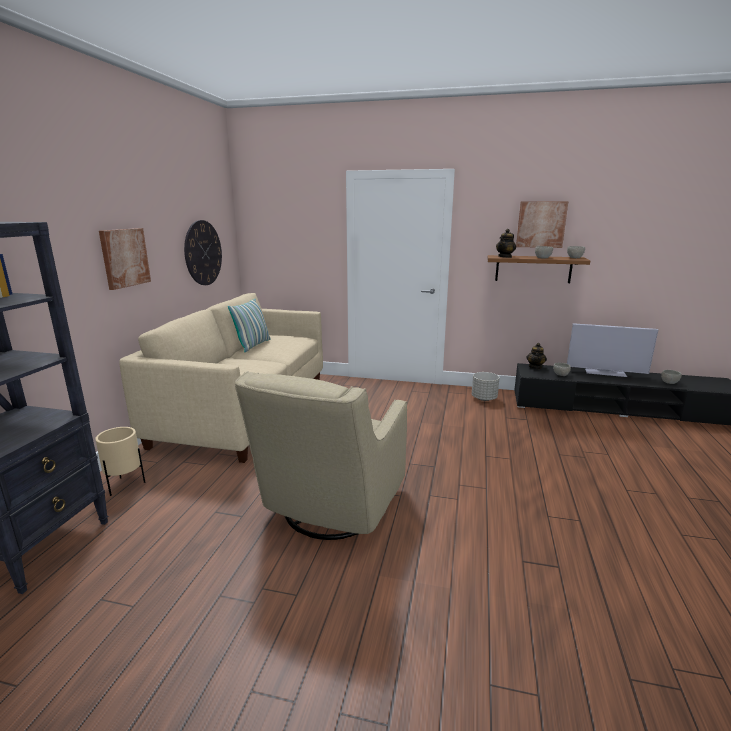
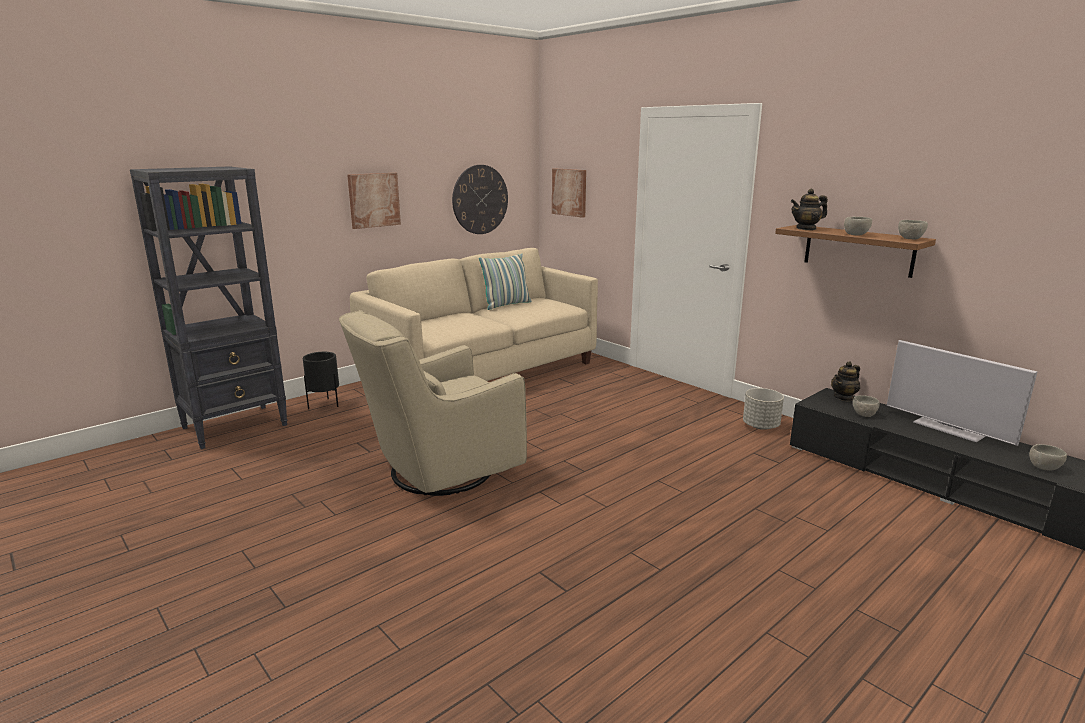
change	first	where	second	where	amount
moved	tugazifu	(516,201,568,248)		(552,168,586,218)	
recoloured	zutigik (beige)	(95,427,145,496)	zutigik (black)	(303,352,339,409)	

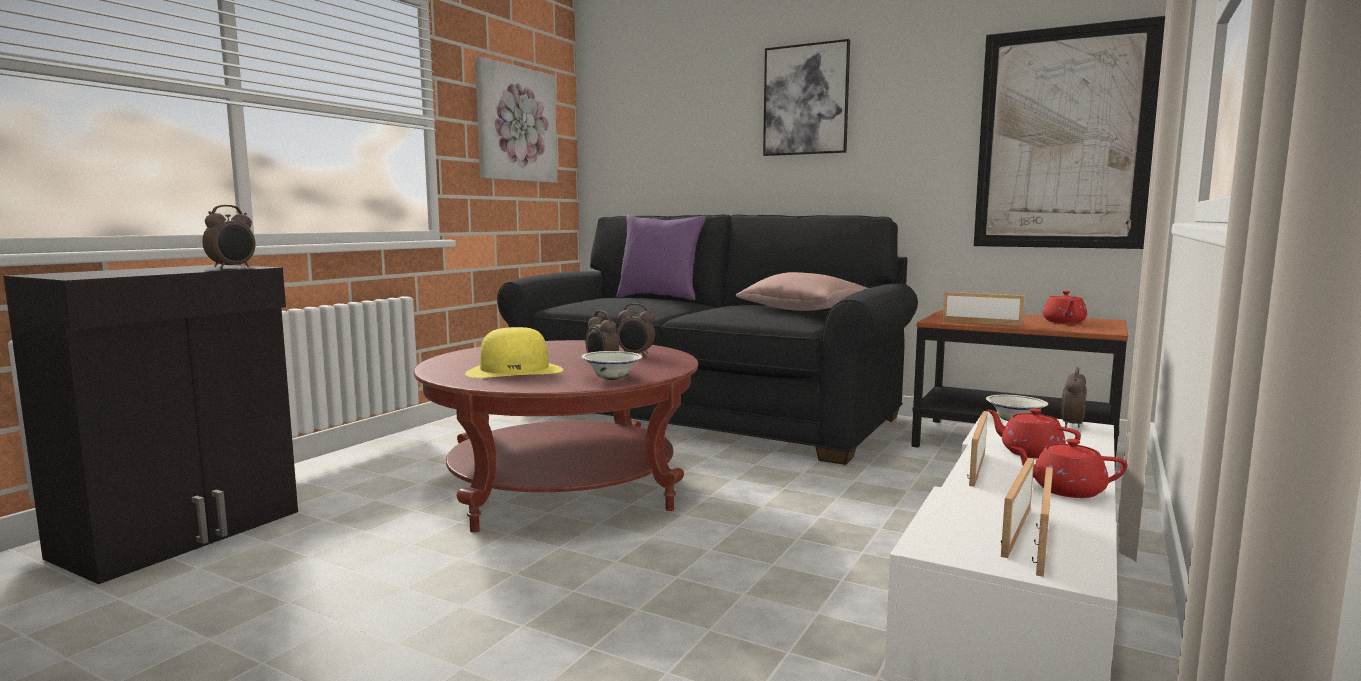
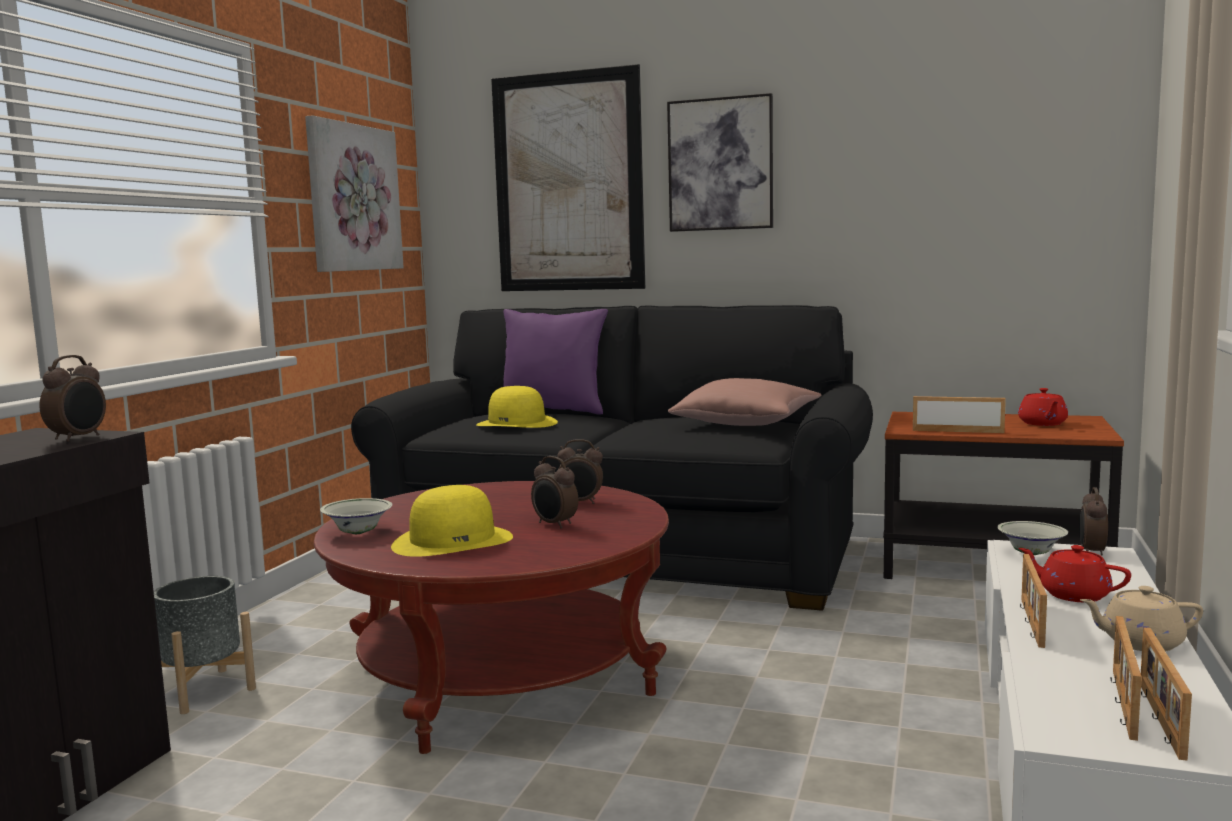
change	first	where	second	where	amount
added			zutigik (grey)	(154,576,256,714)	
added			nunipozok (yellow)	(476,386,558,428)	
moved	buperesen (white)	(581,351,642,380)		(320,498,392,534)	
moved	tugazifu	(974,16,1165,249)		(491,64,645,291)	
recoloured	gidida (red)	(1011,439,1128,498)	gidida (beige)	(1080,586,1203,652)	

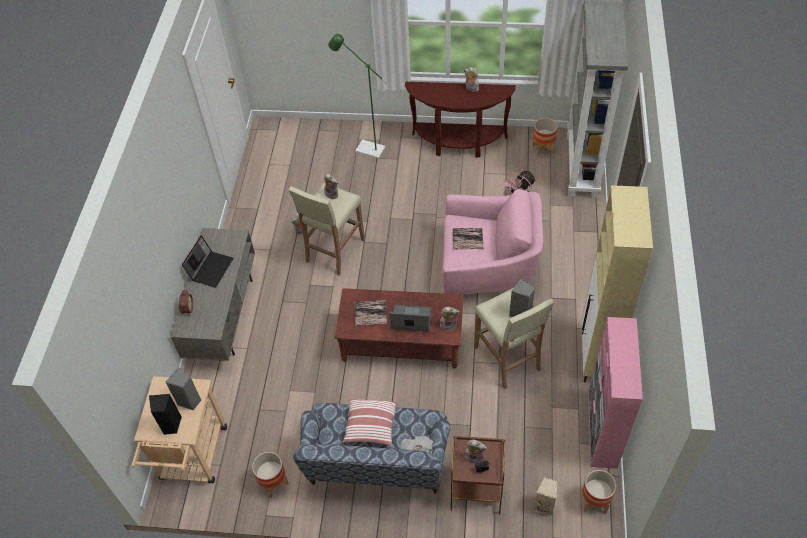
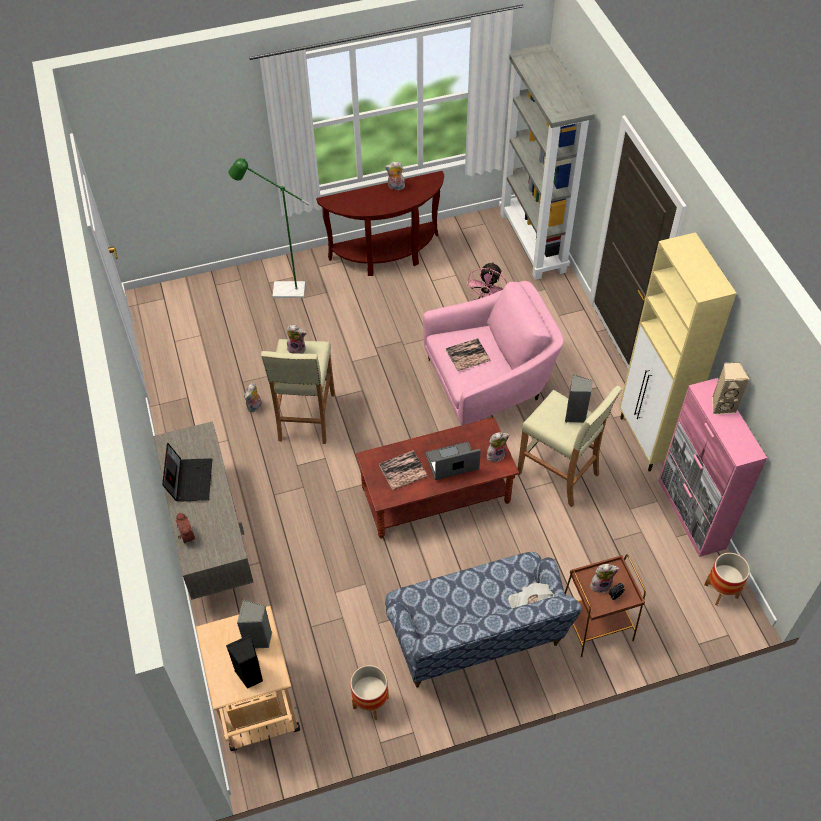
change	first	where	second	where	amount
removed	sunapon	(343,399,398,447)			
removed	zutigik	(533,118,558,157)			
moved	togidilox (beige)	(533,477,557,516)		(712,362,749,415)	

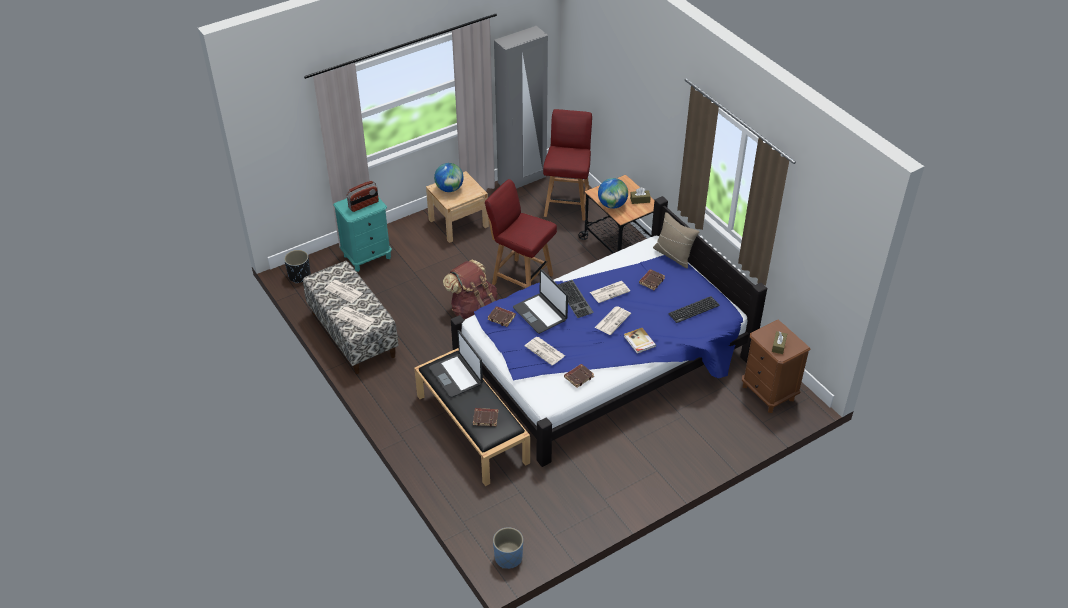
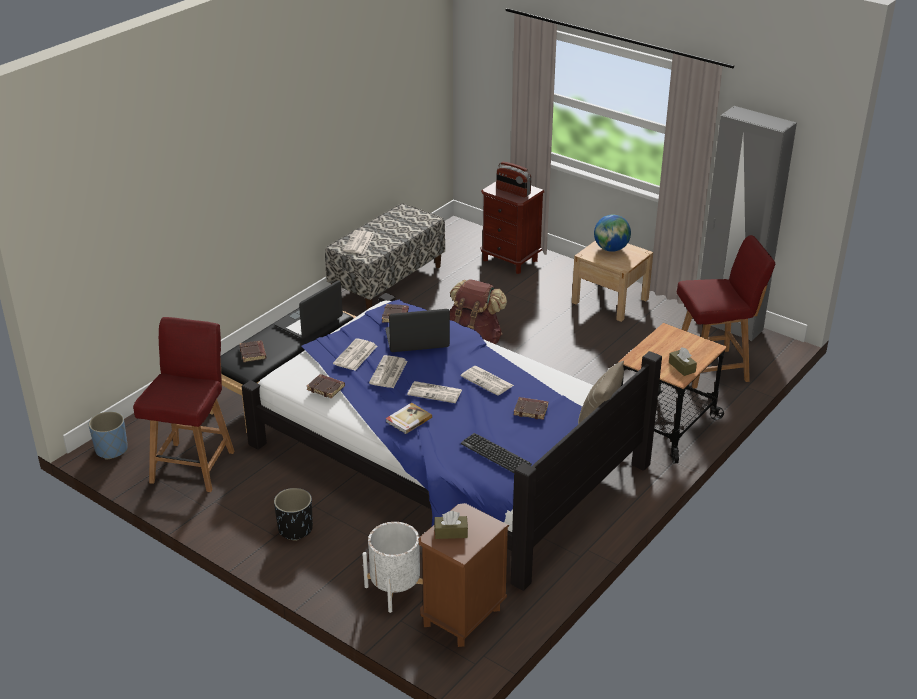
change	first	where	second	where	amount
removed	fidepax	(558,280,594,318)			
removed	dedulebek	(598,178,628,209)			
added			zutigik (white)	(363,522,423,613)	
moved	zutigik (black)	(284,250,311,283)		(274,488,313,541)	
moved	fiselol	(324,280,363,303)		(369,355,407,388)	
moved	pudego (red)	(485,179,557,288)		(133,317,235,492)	
recoloured	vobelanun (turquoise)	(333,197,392,272)	vobelanun (brown)	(481,182,545,274)	
turned	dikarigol	(513,269,568,334)		(385,309,450,352)	45 degrees clockwise

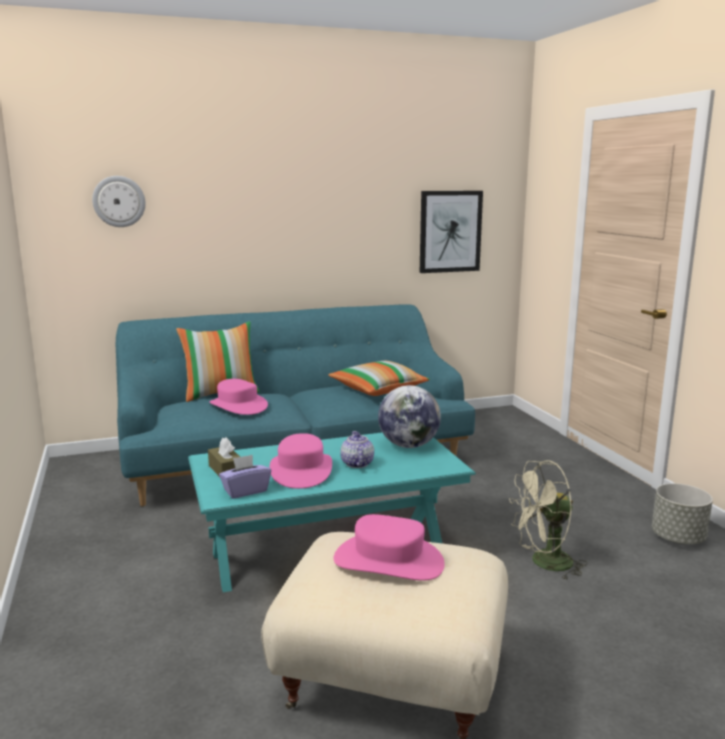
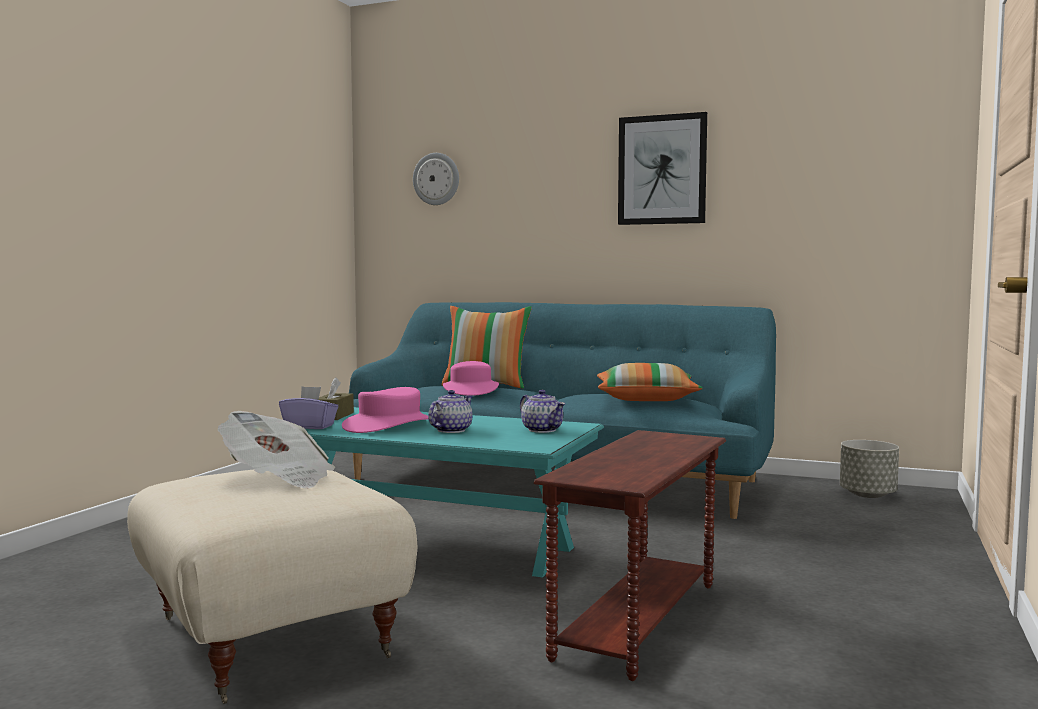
change	first	where	second	where	amount
moved	tugazifu	(420,191,483,273)		(618,112,707,225)	
moved	zutigik (grey)	(652,483,713,544)		(840,440,899,498)	
replaced	nunipozok (pink)	(334,514,445,581)	fiselol	(218,411,335,489)	
replaced	dedulebek	(378,385,441,448)	gidida	(520,390,565,433)	
replaced	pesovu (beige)	(509,460,587,581)	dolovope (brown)	(534,430,726,681)	

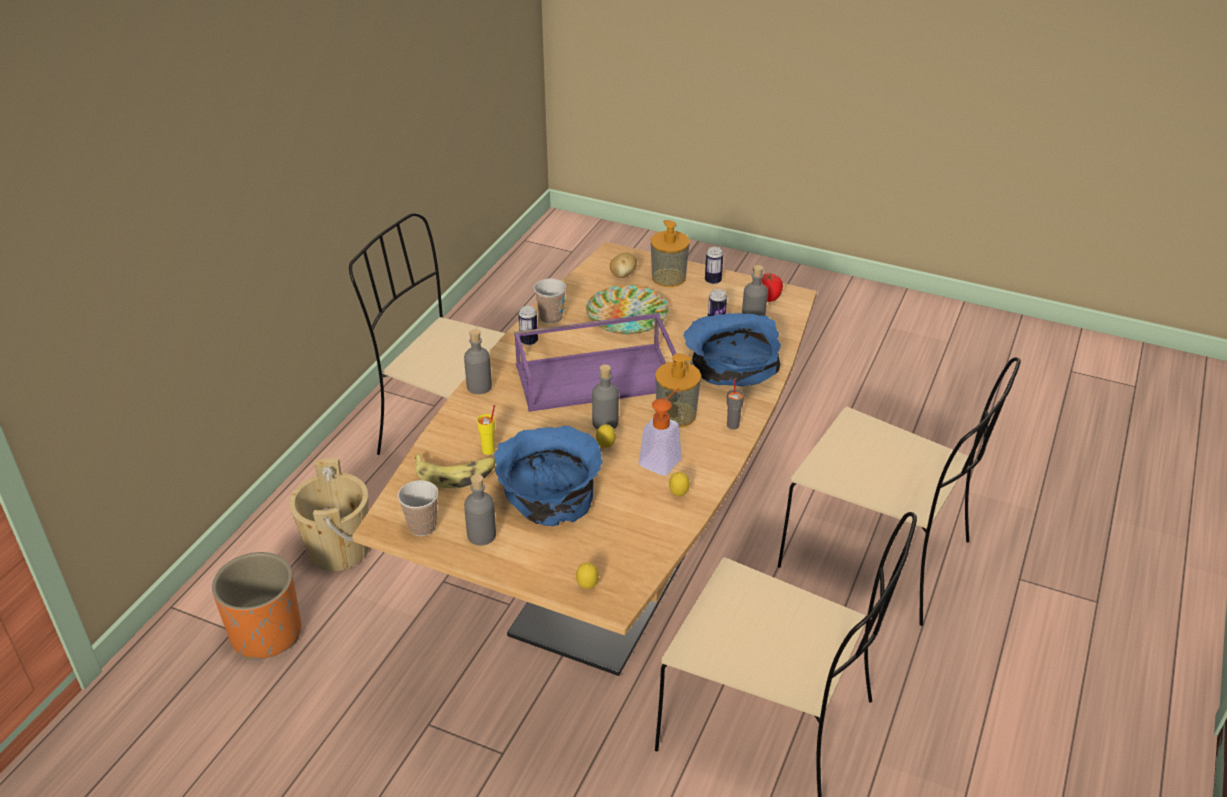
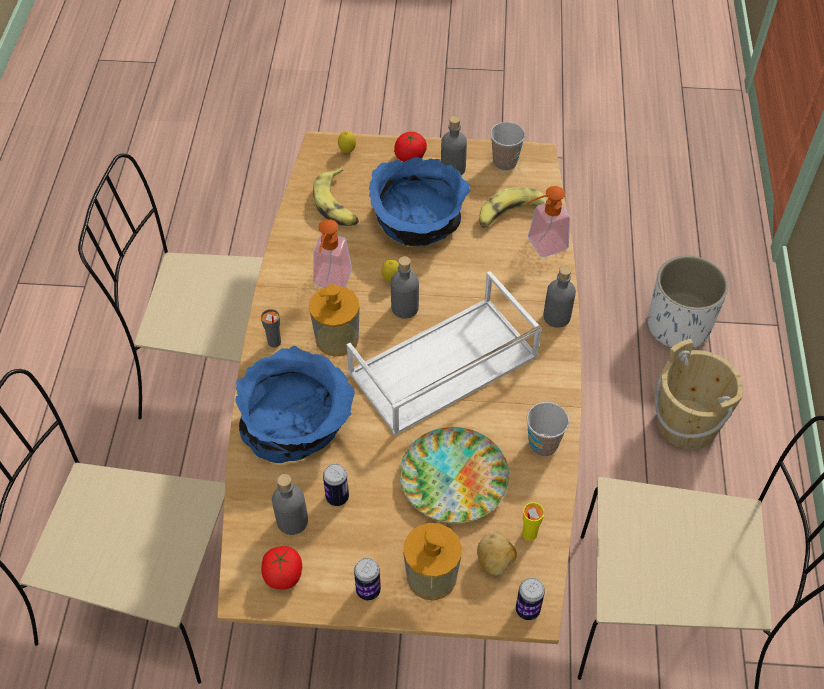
change	first	where	second	where	amount
removed	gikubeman	(669,472,690,496)			
added			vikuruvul	(313,168,359,226)	
added			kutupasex	(394,132,427,162)	
added			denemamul	(526,186,570,257)	
moved	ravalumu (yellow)	(477,405,495,455)		(522,502,544,541)	
moved	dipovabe	(518,306,538,346)		(516,578,545,620)	
recoloured	zutigik (orange)	(212,552,301,660)	zutigik (white)	(648,255,728,349)	
recoloured	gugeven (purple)	(514,313,676,412)	gugeven (white)	(347,271,542,436)	

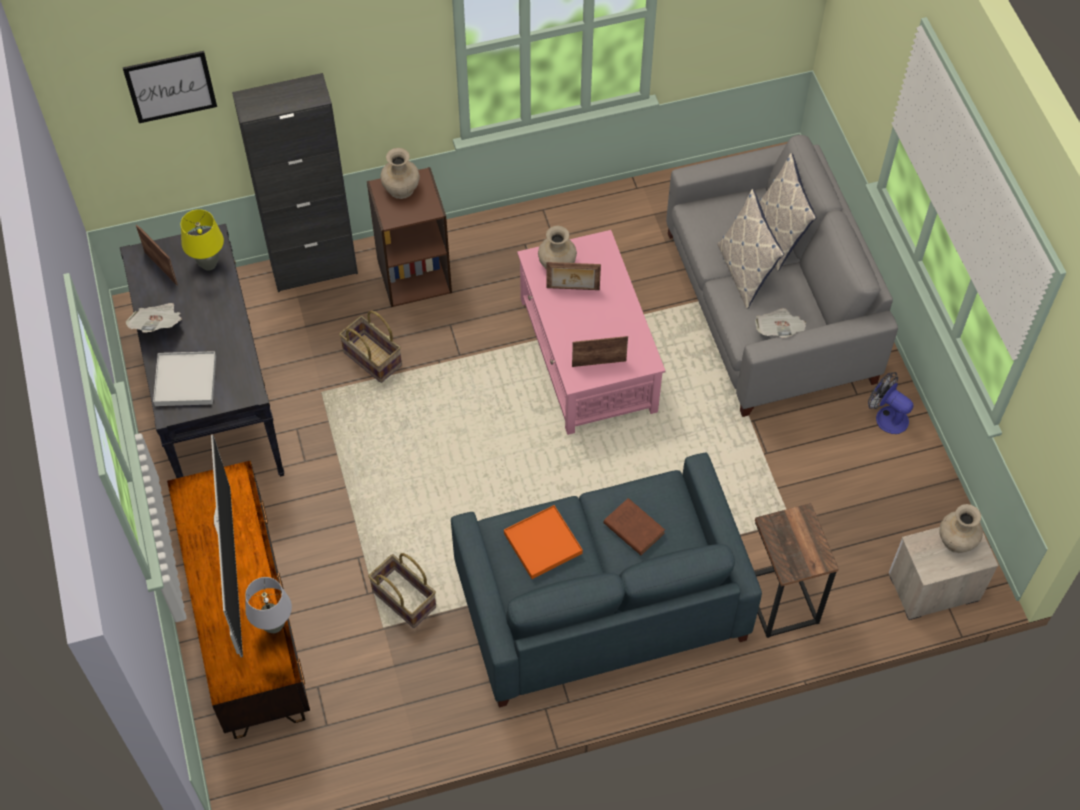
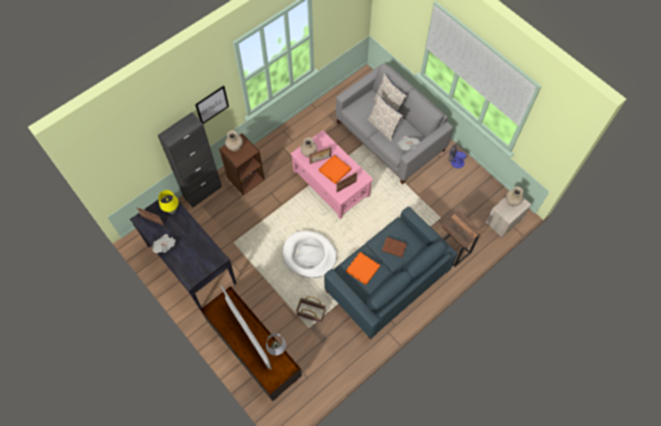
change	first	where	second	where	amount
removed	gugeven (white)	(153,351,216,406)			
removed	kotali	(339,310,402,383)			
added			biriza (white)	(282,230,337,278)	
added			gugeven (orange)	(319,155,351,184)	
moved	tugazifu	(123,51,217,123)		(195,85,229,124)	

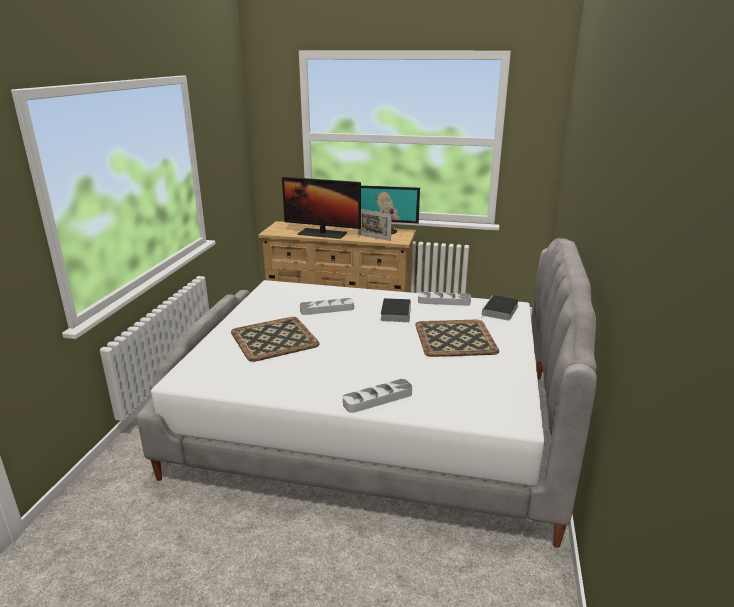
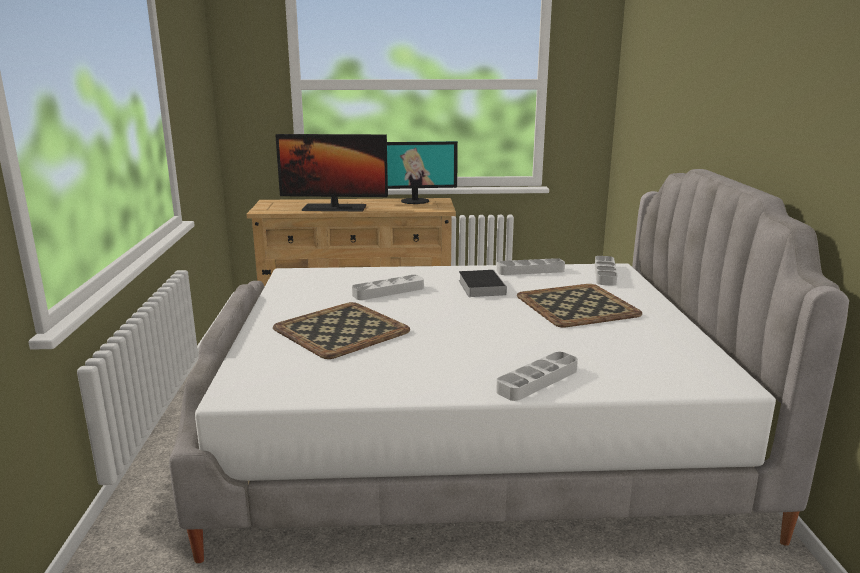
change	first	where	second	where	amount
removed	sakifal	(358,209,392,241)			
replaced	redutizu	(481,295,519,321)	gugeven (grey)	(595,256,617,286)	

